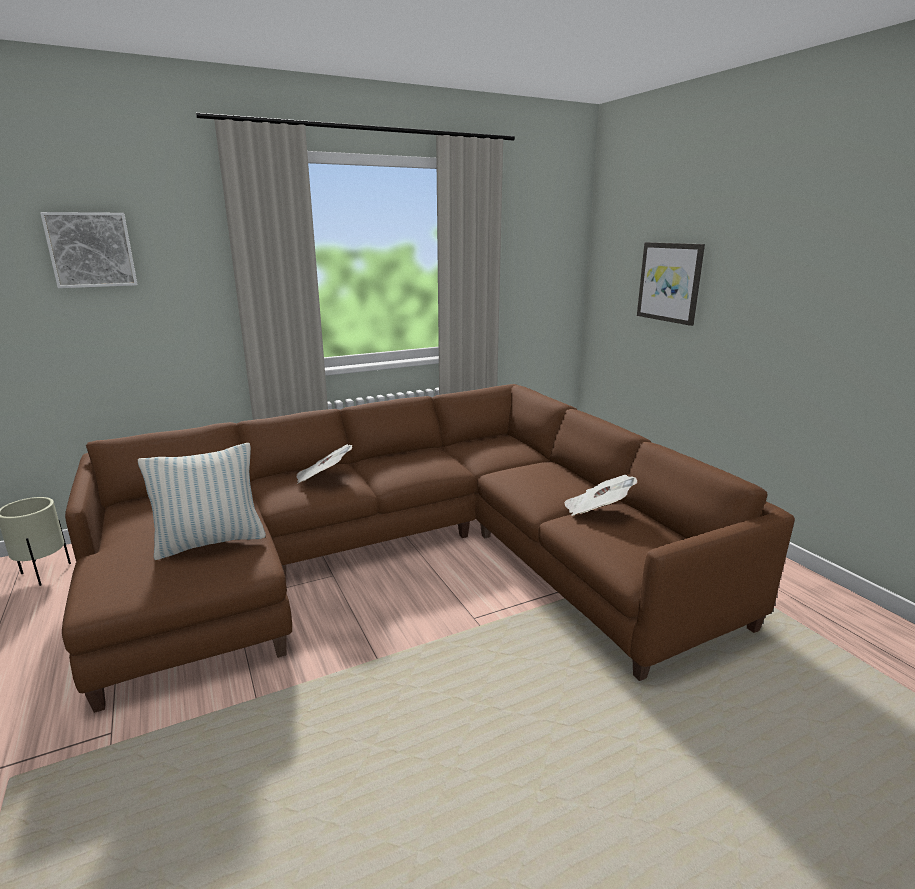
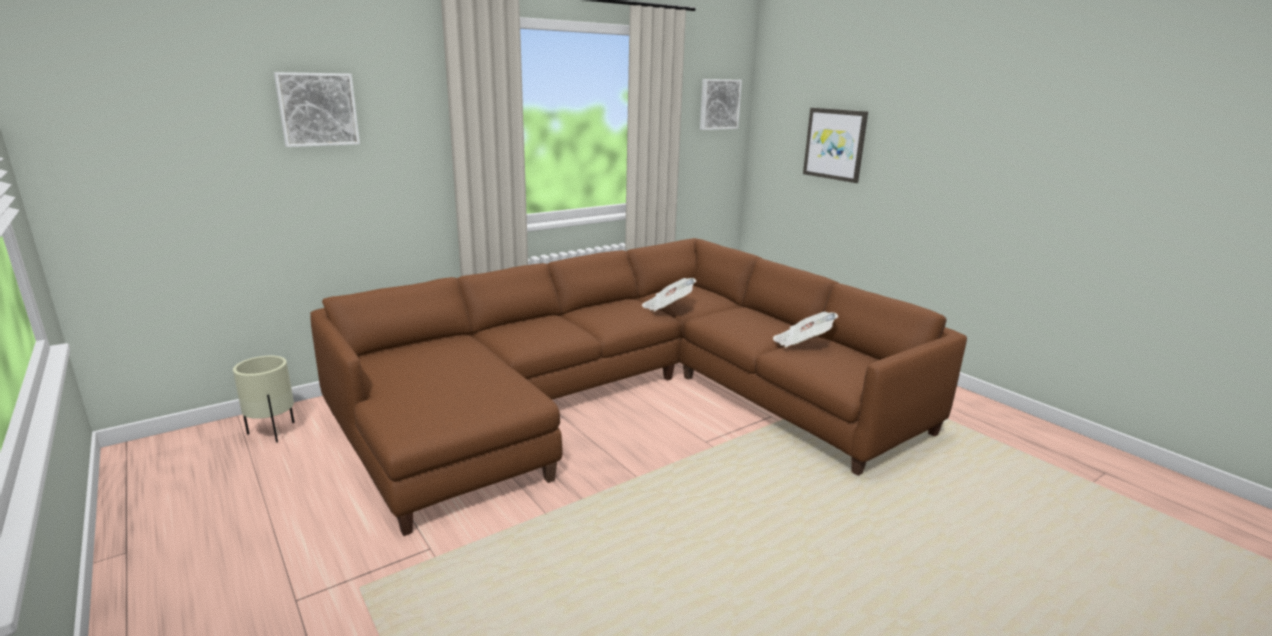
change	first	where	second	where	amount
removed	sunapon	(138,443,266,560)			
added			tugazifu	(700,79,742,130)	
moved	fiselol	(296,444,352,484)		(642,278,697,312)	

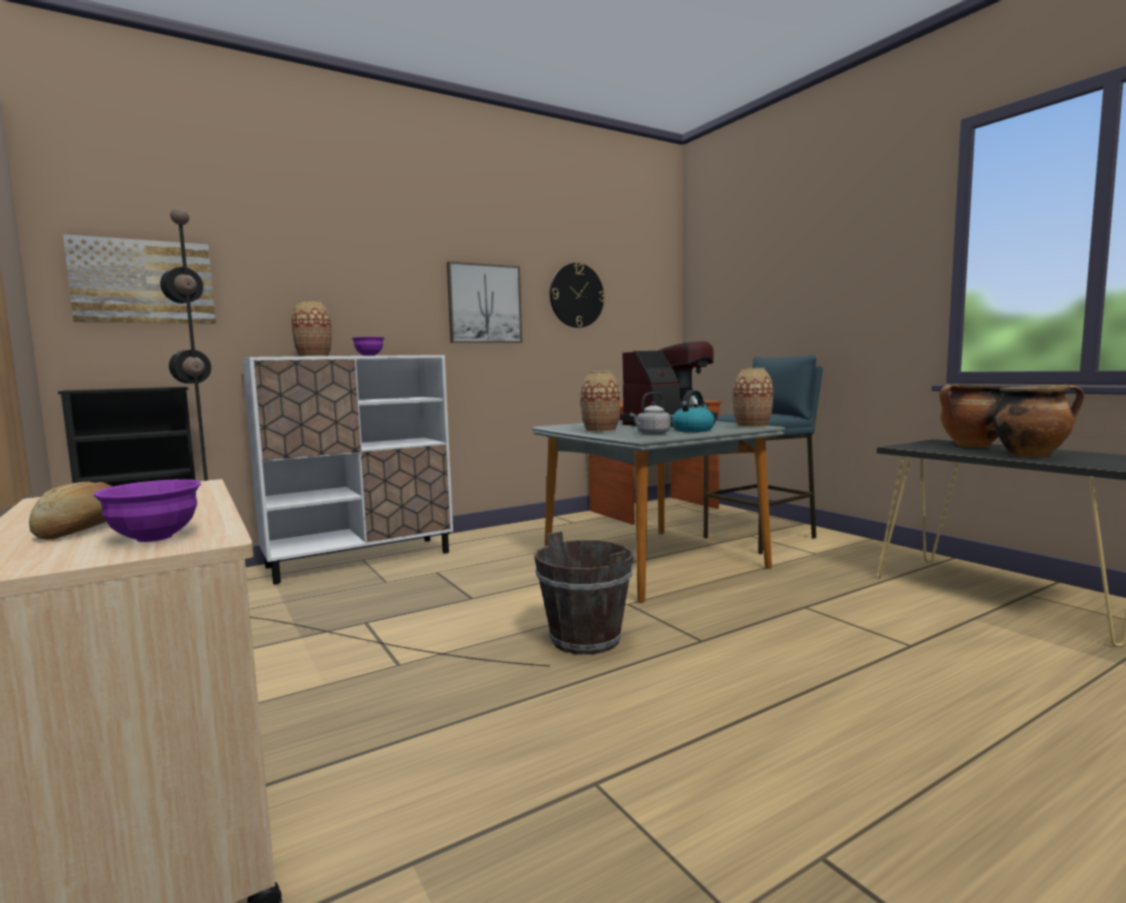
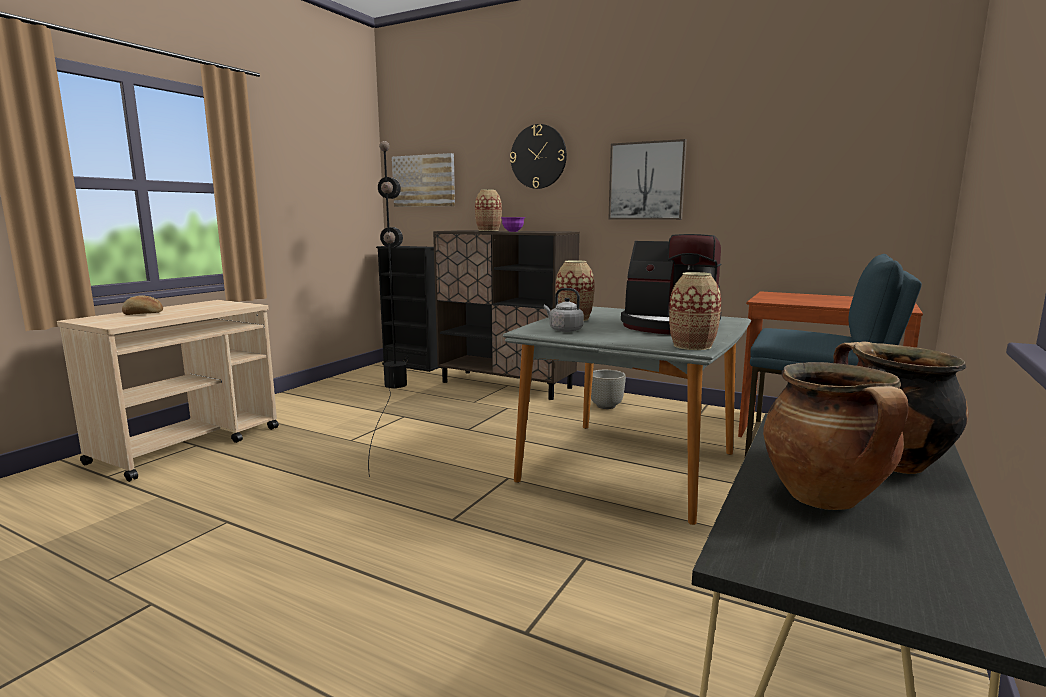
change	first	where	second	where	amount
removed	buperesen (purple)	(93,479,201,542)			
removed	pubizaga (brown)	(534,531,633,655)			
removed	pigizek	(672,390,715,432)			
added			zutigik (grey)	(591,370,626,409)	
moved	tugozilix	(550,263,605,328)		(510,124,567,189)	
recoloured	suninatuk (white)	(242,355,453,584)	suninatuk (brown)	(433,230,580,400)	

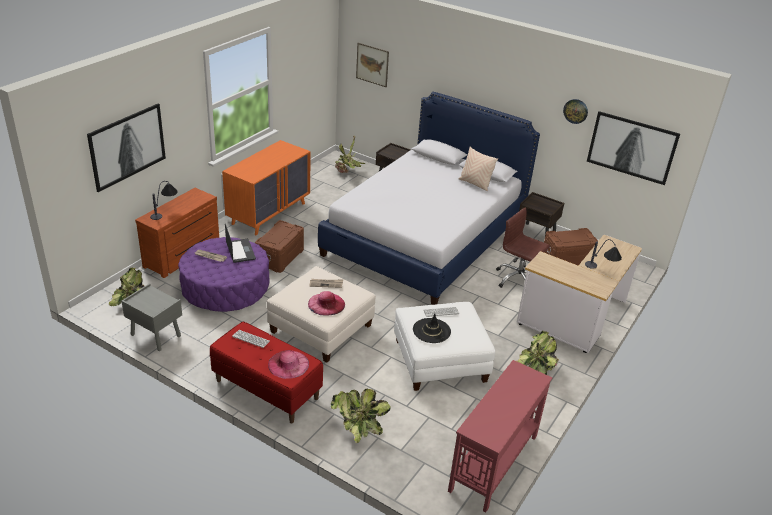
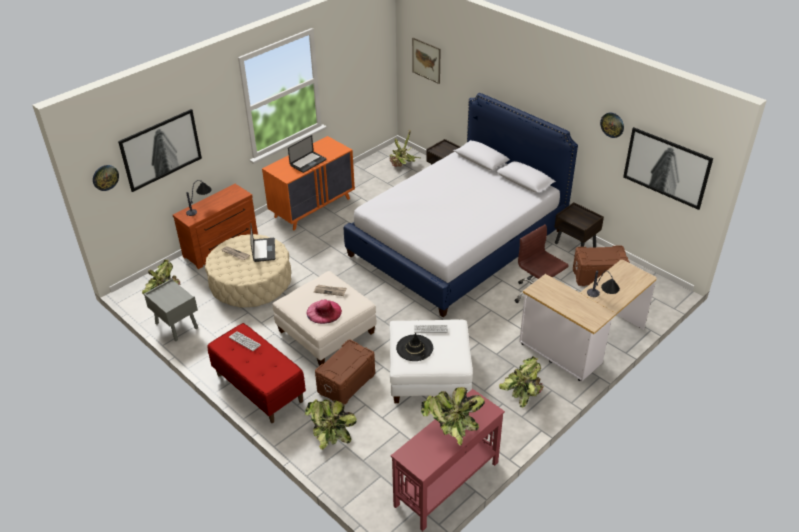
change	first	where	second	where	amount
removed	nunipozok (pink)	(268,350,309,379)			
removed	sunapon (beige)	(459,147,498,191)			
added			tugozilix	(93,165,119,191)	
added			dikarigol	(288,135,327,173)	
added			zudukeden	(421,387,485,446)	
moved	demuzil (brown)	(255,220,304,273)		(315,339,375,405)	
recoloured	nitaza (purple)	(178,237,270,312)	nitaza (beige)	(205,234,291,308)	

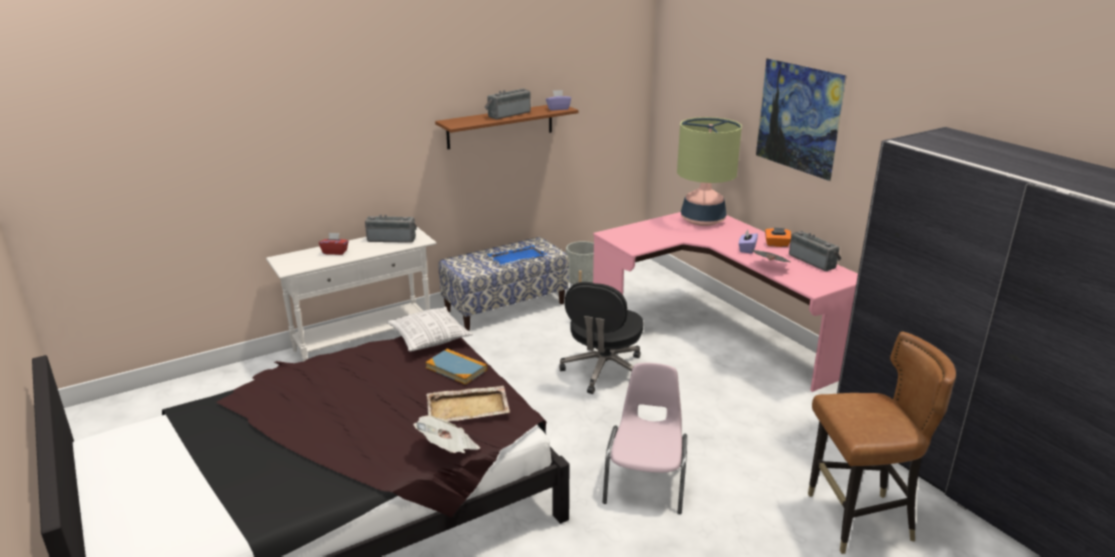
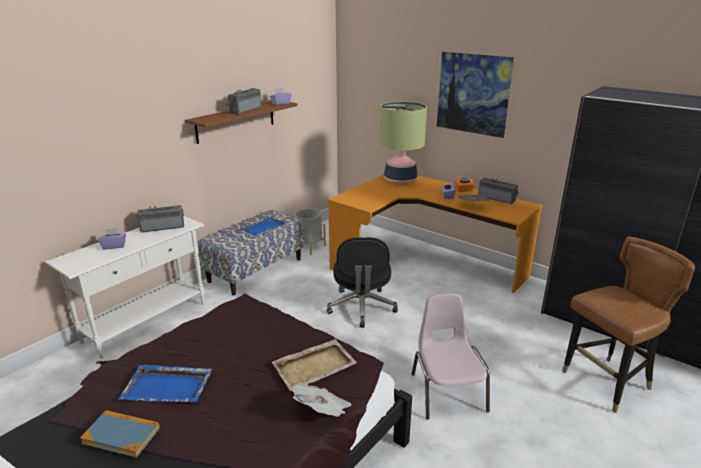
change	first	where	second	where	amount
removed	sunapon	(387,307,473,352)			
added			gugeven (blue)	(118,365,212,402)	
moved	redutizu	(425,349,487,385)		(80,410,160,458)	
recoloured	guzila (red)	(319,233,349,255)	guzila (purple)	(98,228,126,249)	
recoloured	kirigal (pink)	(593,212,858,392)	kirigal (orange)	(328,175,543,293)	

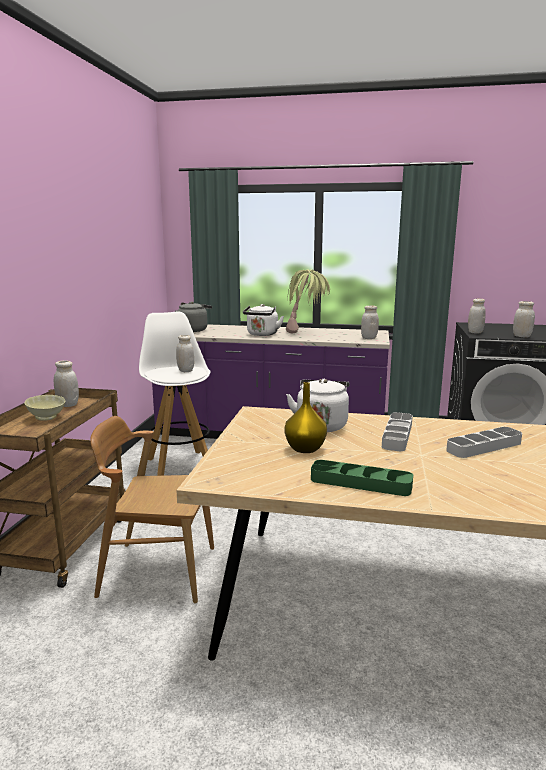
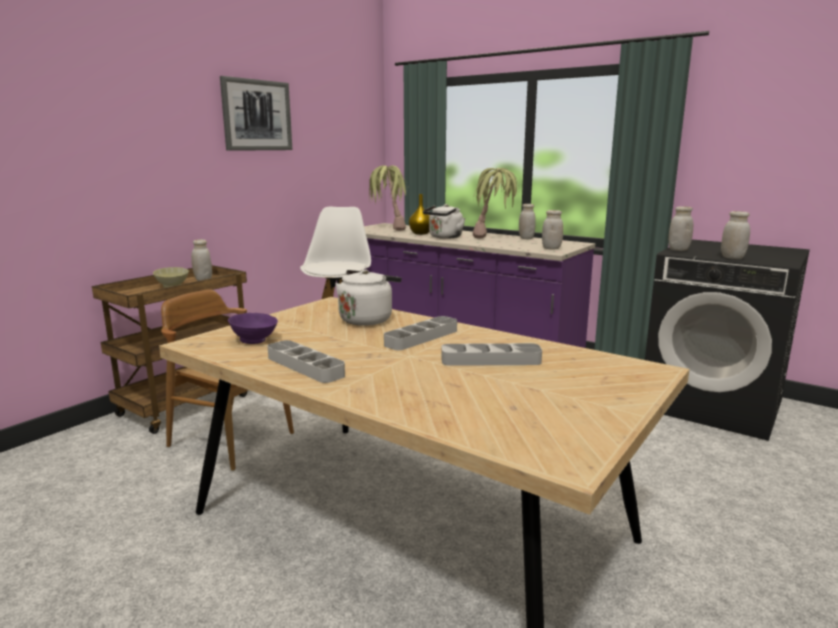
change	first	where	second	where	amount
added			tugazifu	(220,76,292,151)	
added			buperesen (purple)	(228,313,278,344)	
moved	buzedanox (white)	(176,335,194,372)		(519,204,536,239)	
moved	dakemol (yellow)	(284,382,327,453)		(409,194,430,235)	
replaced	pigizek (grey)	(175,301,212,332)	zudukeden	(369,166,409,231)	
recoloured	gugeven (green)	(311,460,413,496)	gugeven (grey)	(268,340,345,383)	

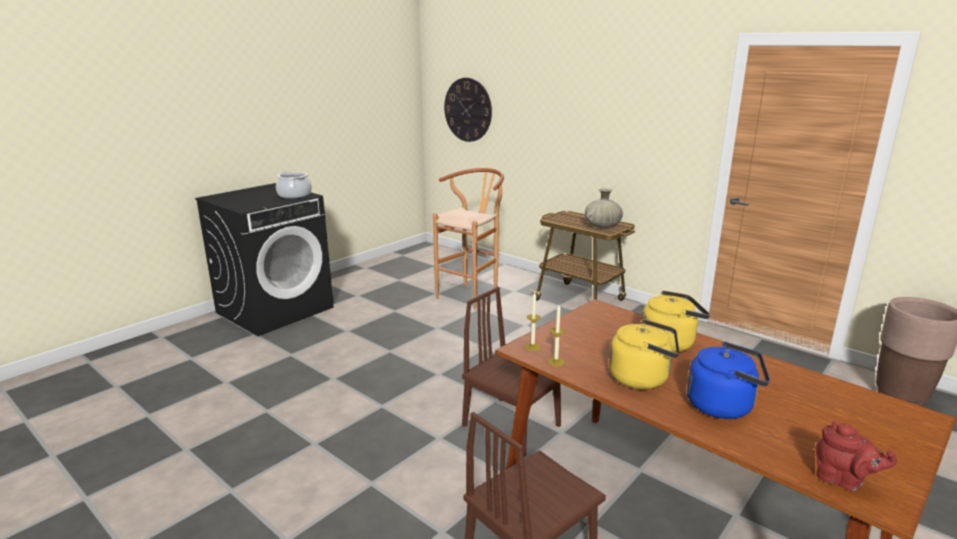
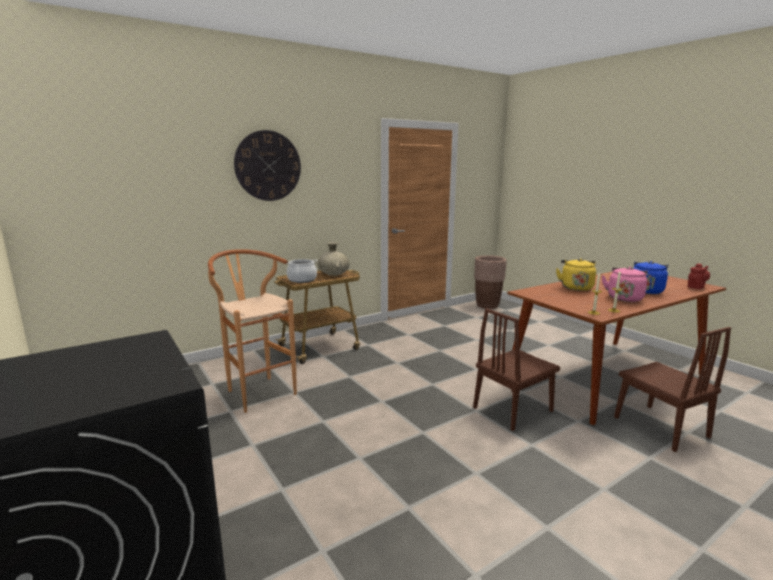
change	first	where	second	where	amount
moved	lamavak	(276,171,312,199)		(287,259,318,283)	
moved	tugozilix	(444,78,492,142)		(234,130,301,201)	
recoloured	pigizek (yellow)	(609,319,680,389)	pigizek (pink)	(602,267,648,302)	

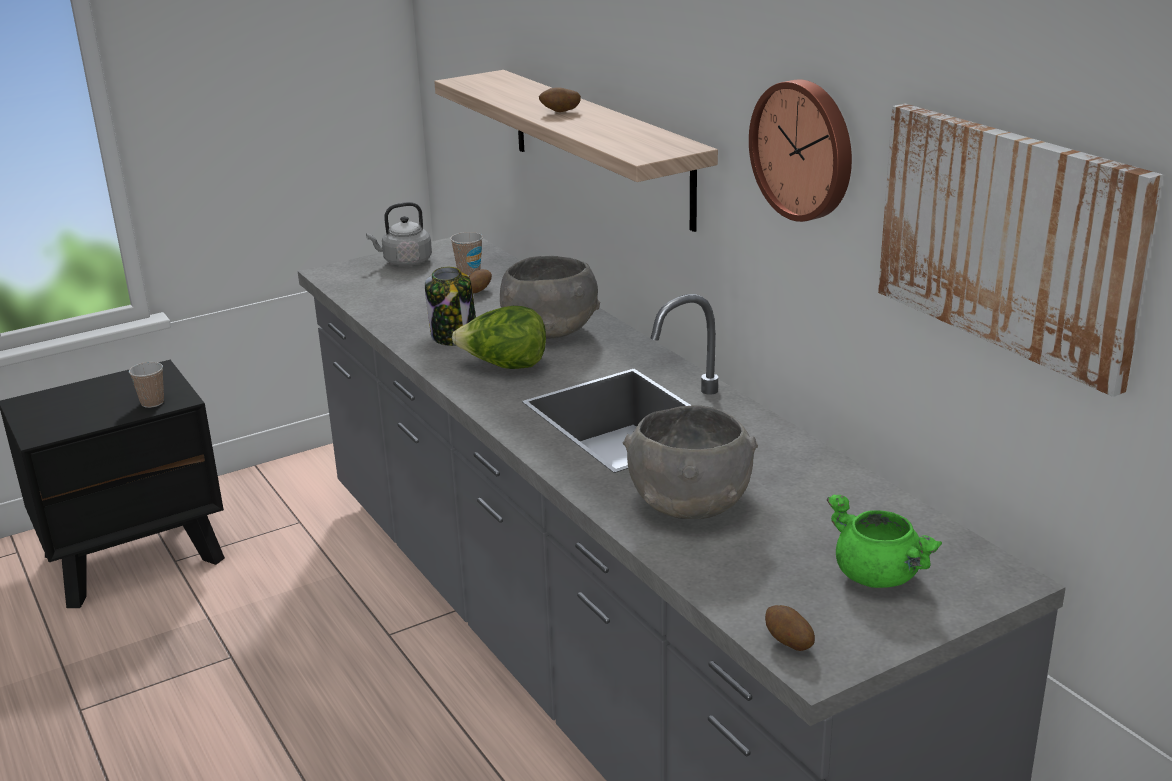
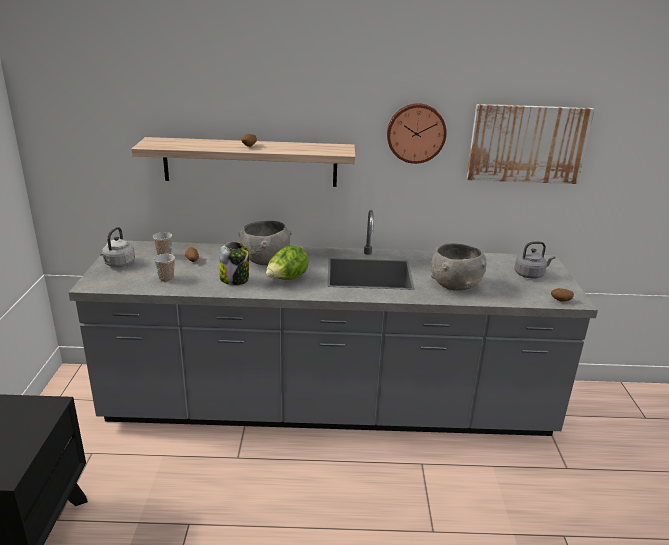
change	first	where	second	where	amount
moved	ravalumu	(129,362,164,408)		(154,254,175,282)	
replaced	lamavak (green)	(827,494,942,588)	pigizek (grey)	(515,241,555,279)	

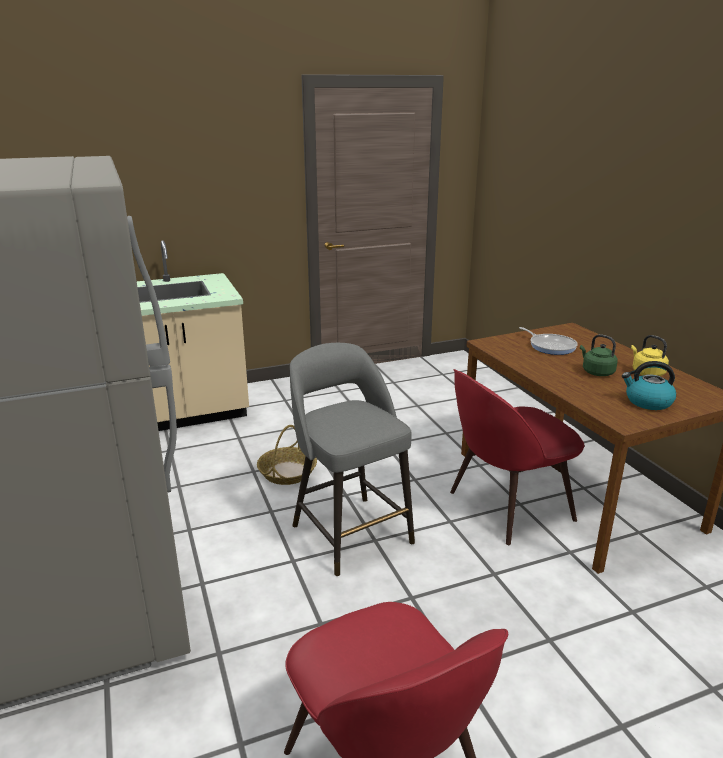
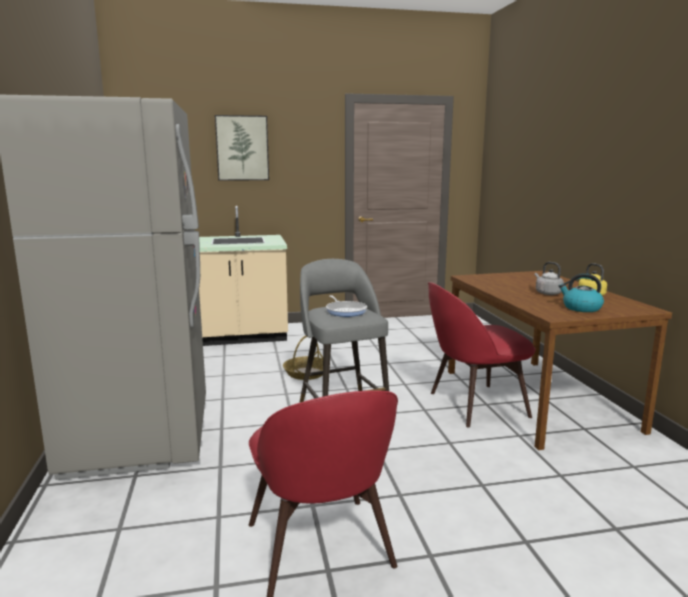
change	first	where	second	where	amount
added			tugazifu	(215,115,269,181)	
moved	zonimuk	(519,327,577,355)		(326,295,367,317)	
recoloured	pigizek (green)	(580,334,618,376)	pigizek (grey)	(535,262,564,295)	

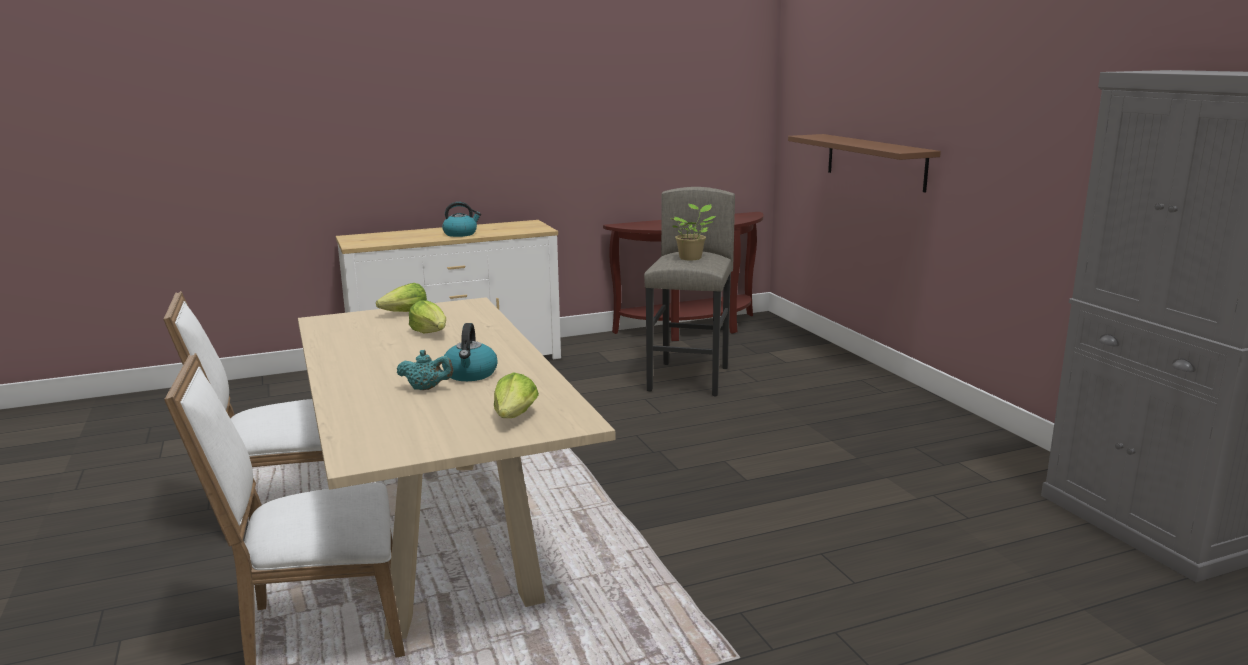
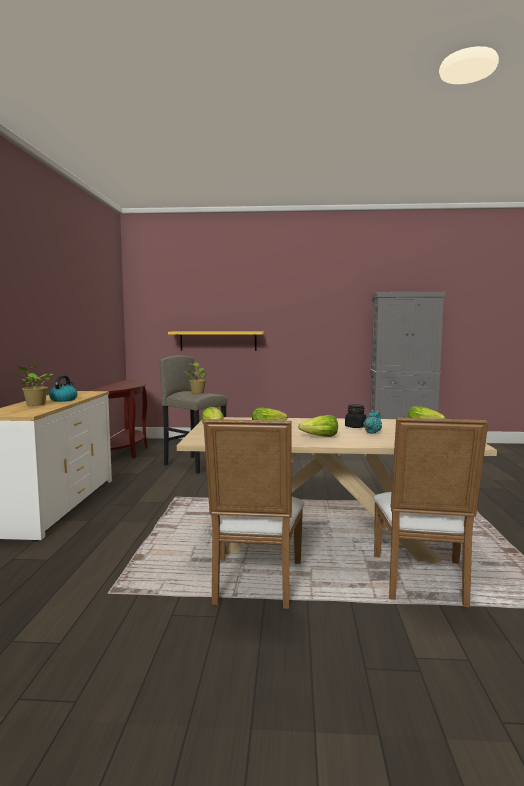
change	first	where	second	where	amount
added			zudukeden	(15,365,53,406)	
added			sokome	(298,415,338,437)	
replaced	pigizek	(442,323,497,381)	buzedanox (black)	(345,404,366,428)	
recoloured	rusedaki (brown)	(788,134,941,193)	rusedaki (yellow)	(168,332,264,351)	

